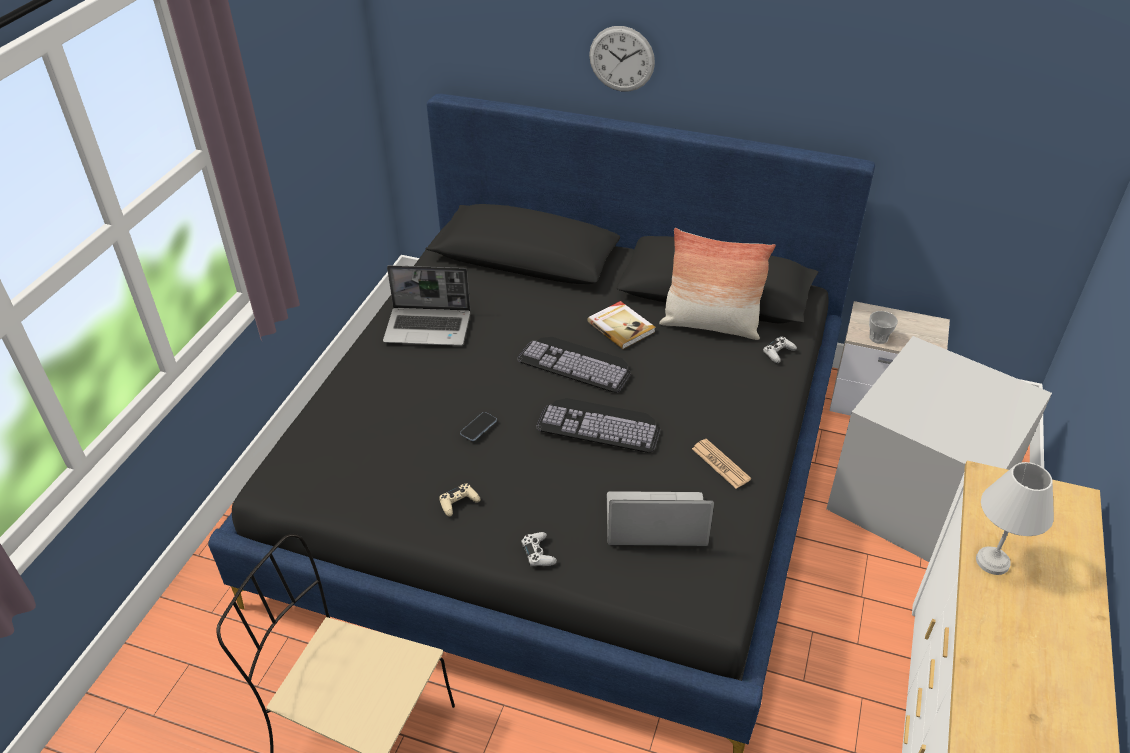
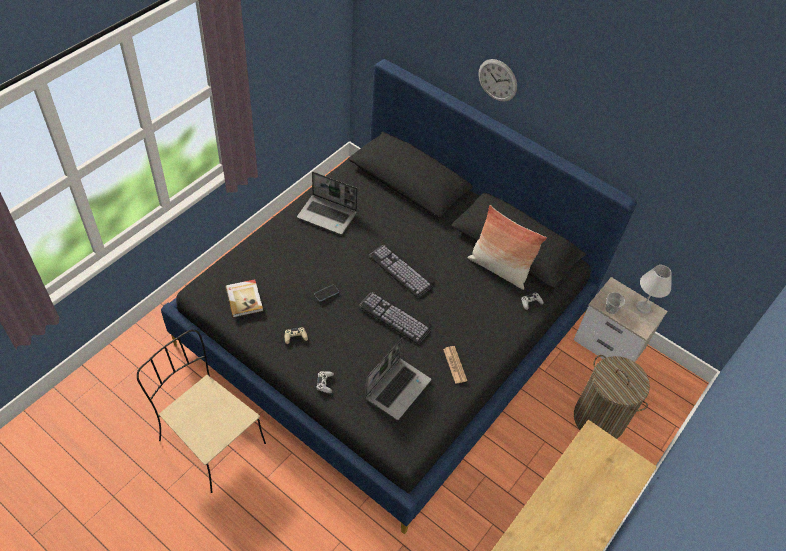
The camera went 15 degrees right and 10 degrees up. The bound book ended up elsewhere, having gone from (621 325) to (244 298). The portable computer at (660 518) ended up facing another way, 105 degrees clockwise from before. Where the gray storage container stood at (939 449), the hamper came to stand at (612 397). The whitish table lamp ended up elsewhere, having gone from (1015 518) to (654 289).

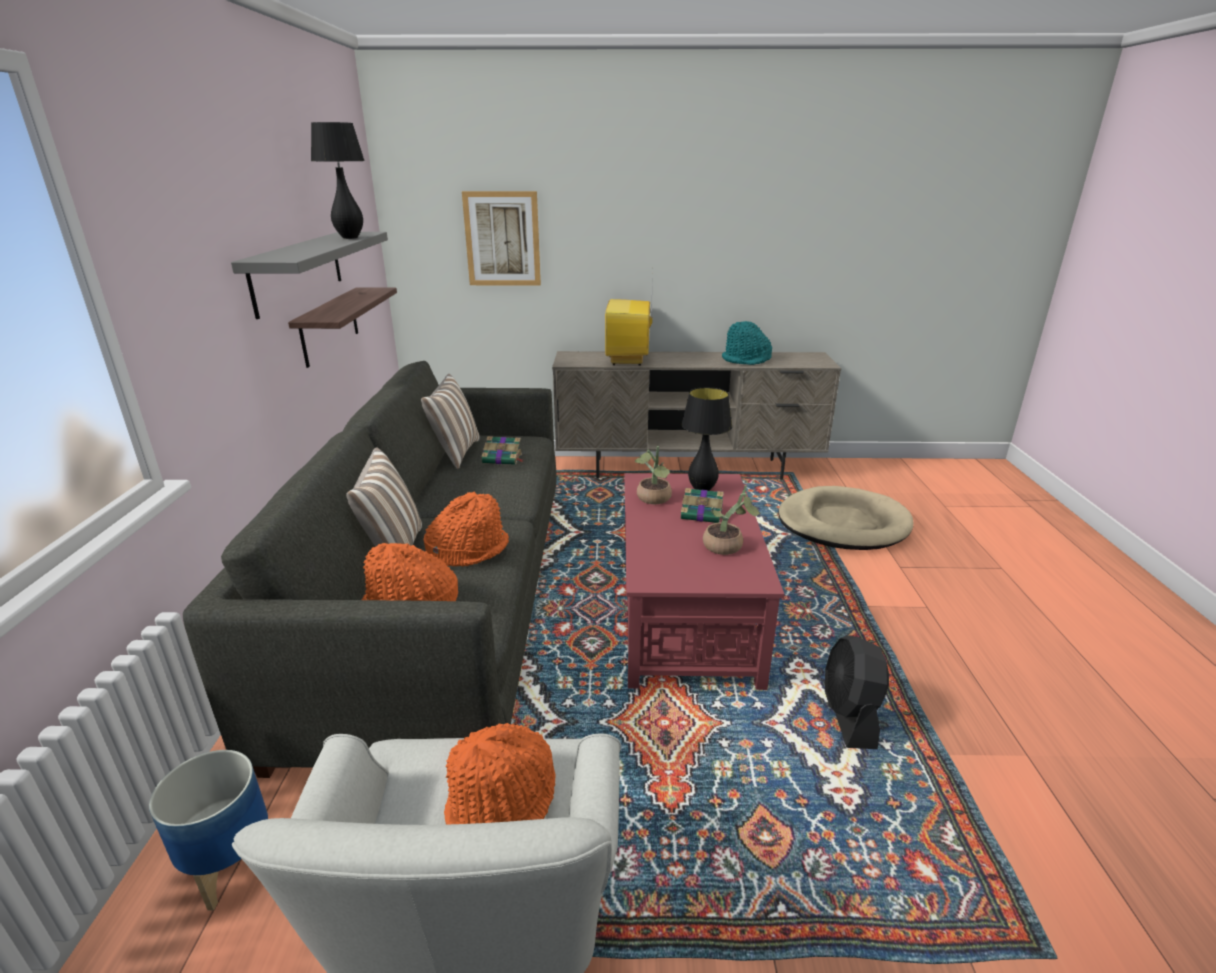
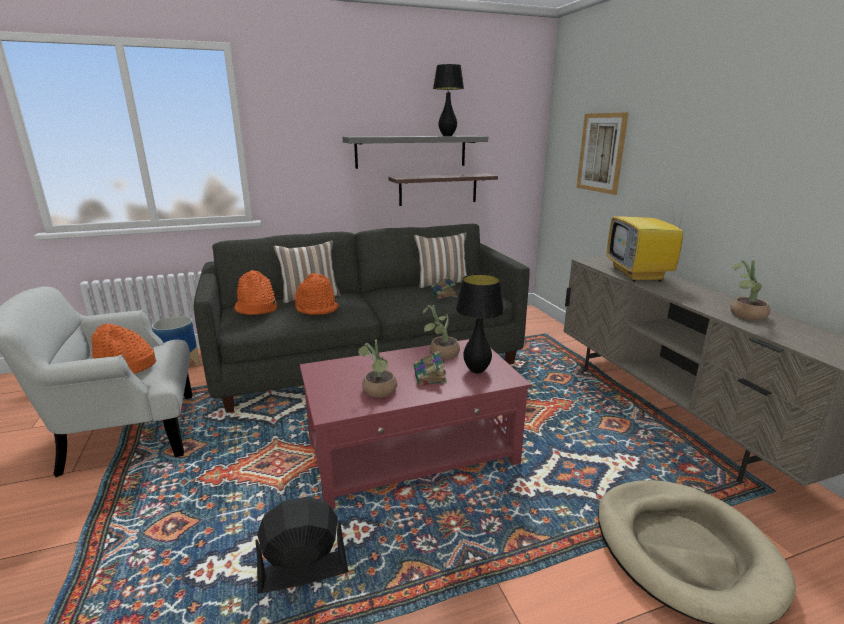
The camera went 70 degrees right and 5 degrees down. The TV set at (629 318) ended up facing another way, 75 degrees counterclockwise from before. Where the turquoise clothing hat stood at (747 343), the potted plant came to stand at (750 290).

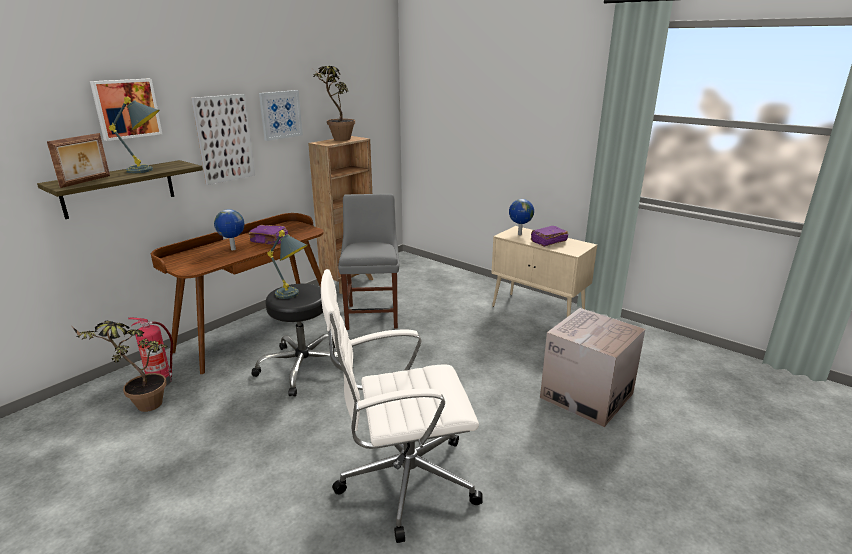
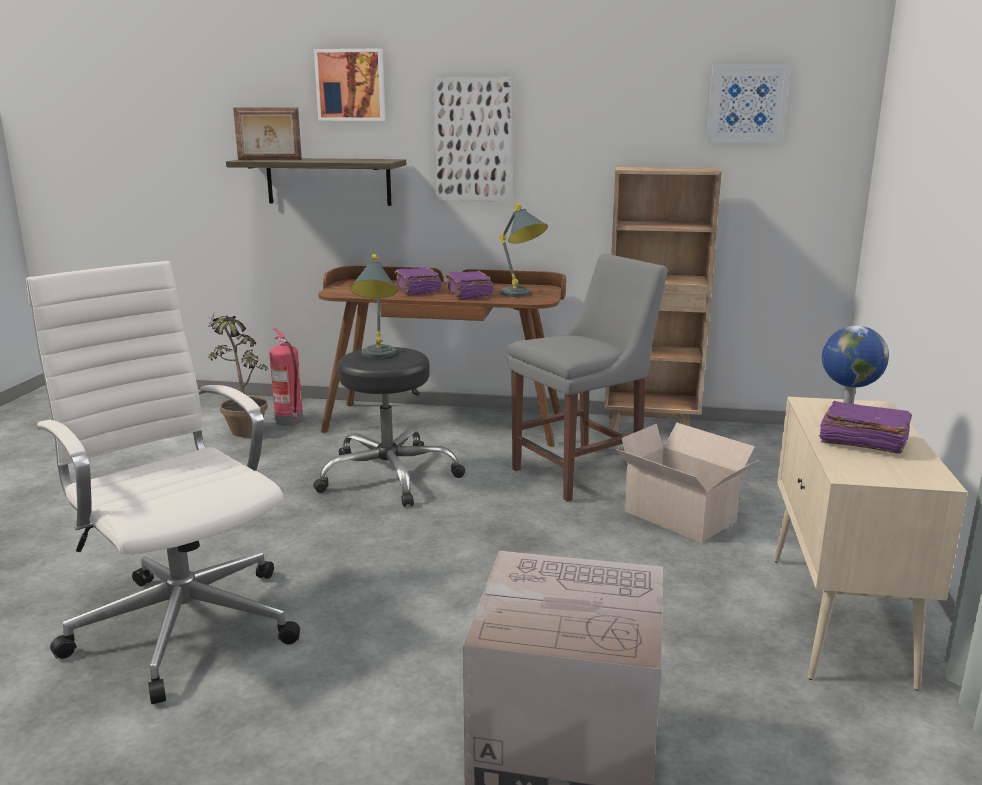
The camera went 60 degrees right and 5 degrees down. The gray table lamp ended up elsewhere, having gone from (134 135) to (523 250). Where the world globe stood at (229 229), the purple bound book came to stand at (418 282). The wall picture ended up elsewhere, having gone from (281 115) to (748 104). The second view lost the potted plant at (334 103). The second view gained the carton at (687 483).

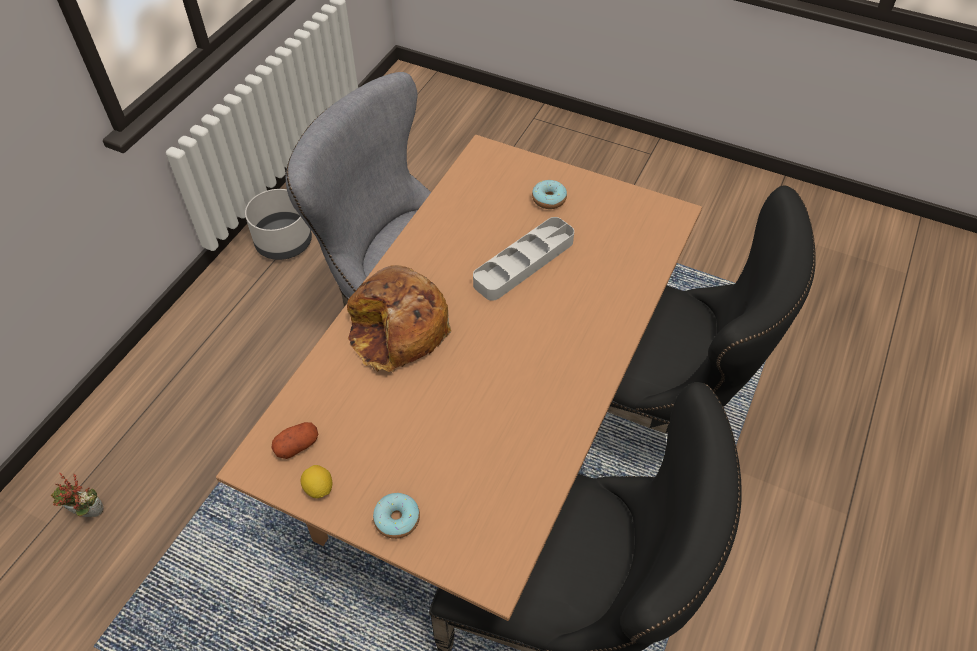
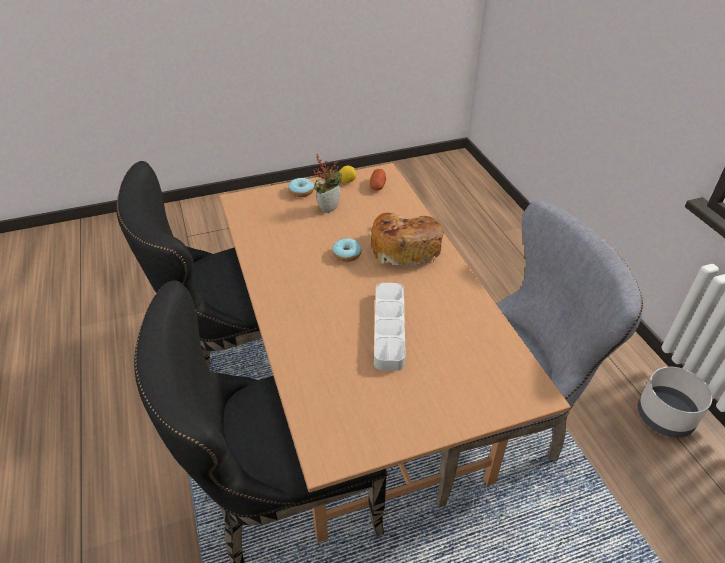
The camera went 135 degrees right and 10 degrees down. The potted plant ended up elsewhere, having gone from (77 495) to (327 183). The donut ended up elsewhere, having gone from (549 194) to (347 250).

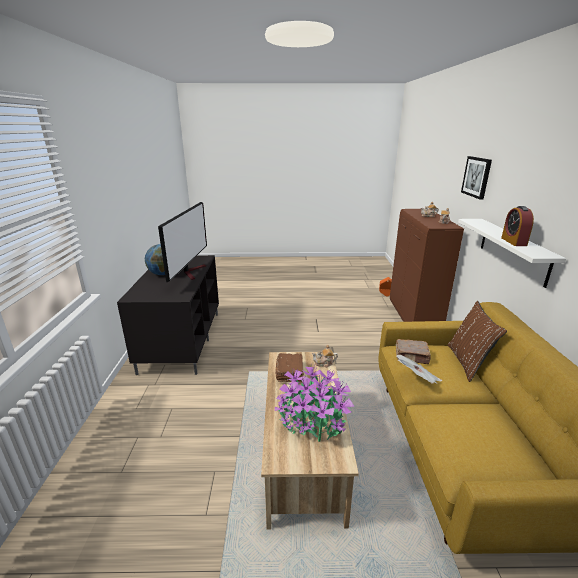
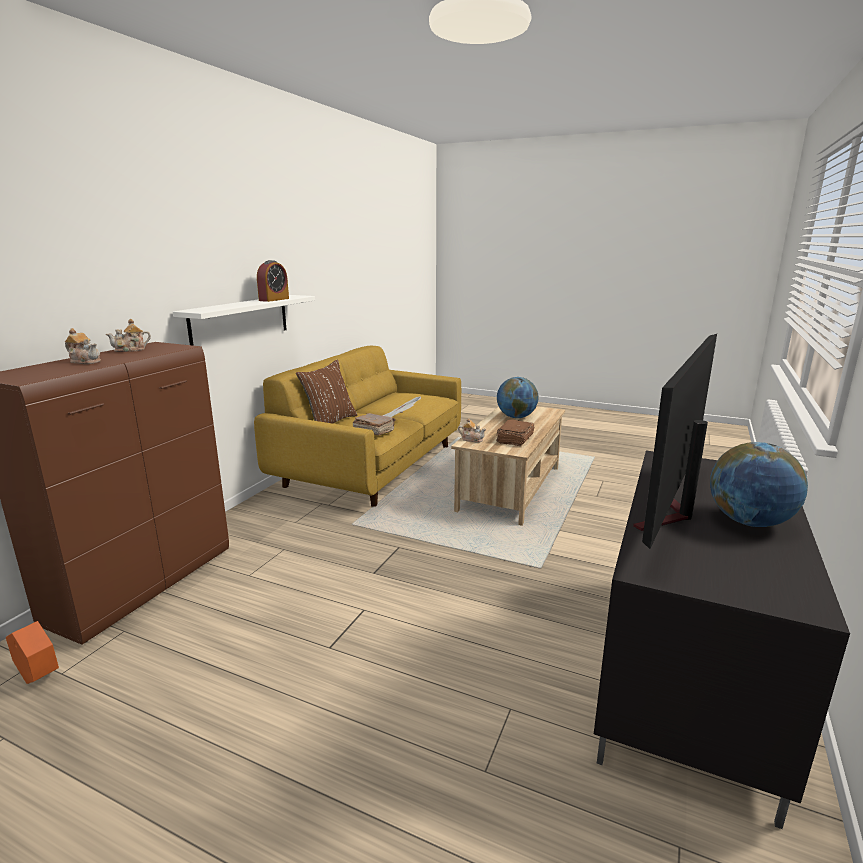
The camera went 155 degrees left and 5 degrees down. Where the potted plant stood at (315 403), the world globe came to stand at (518 397). The second view lost the wall picture at (476 178).

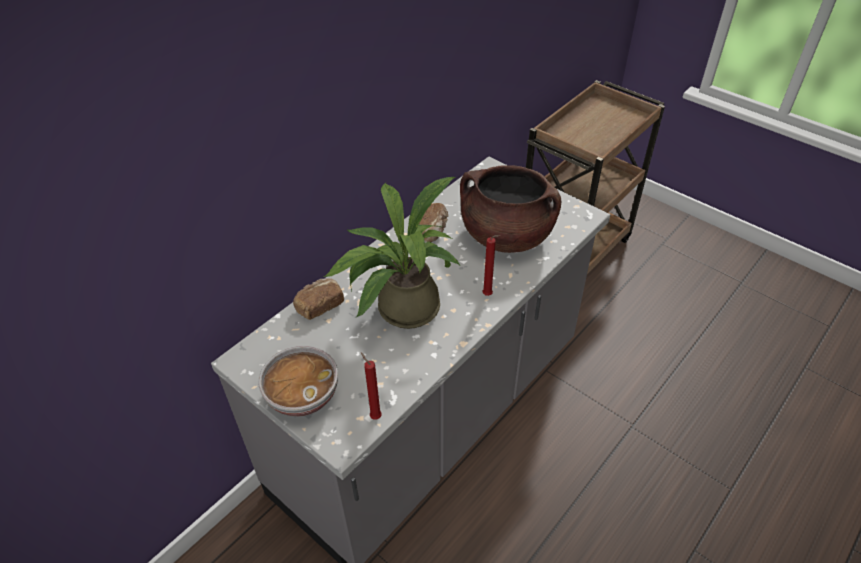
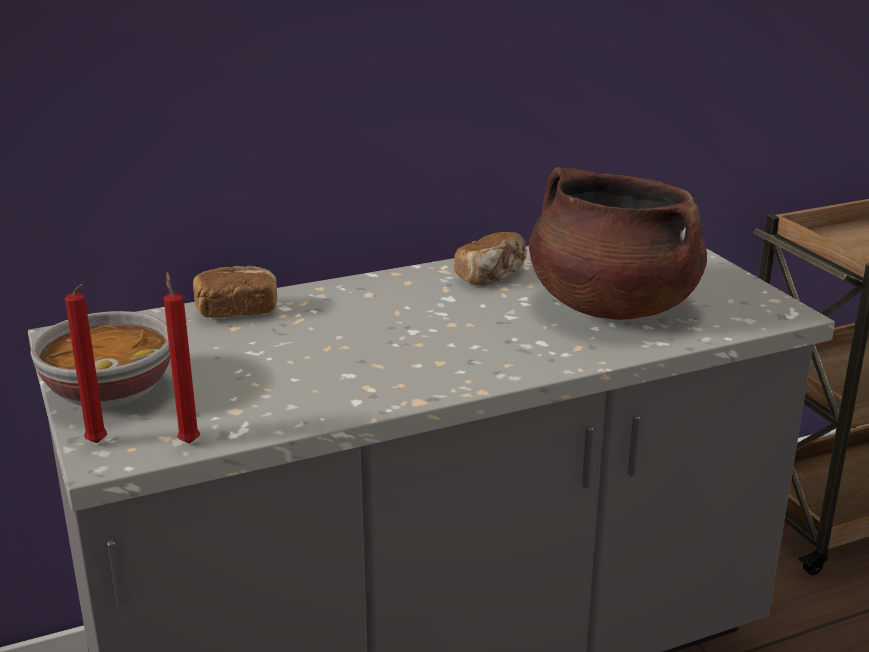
The camera went 25 degrees right and 20 degrees down. The second view lost the potted plant at (392 253). The red-coloured candle ended up elsewhere, having gone from (492 265) to (86 363).

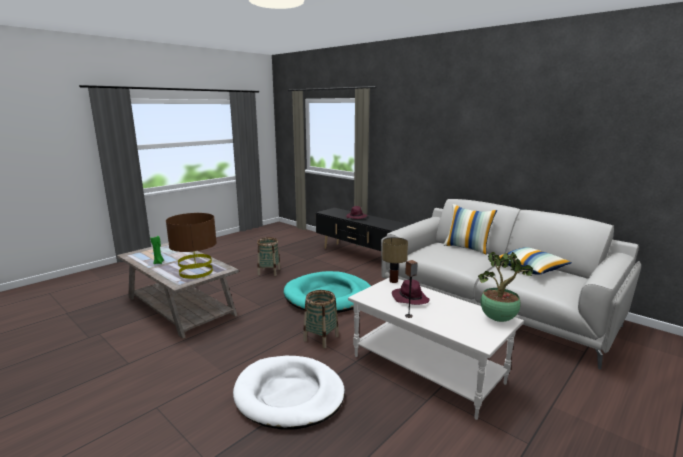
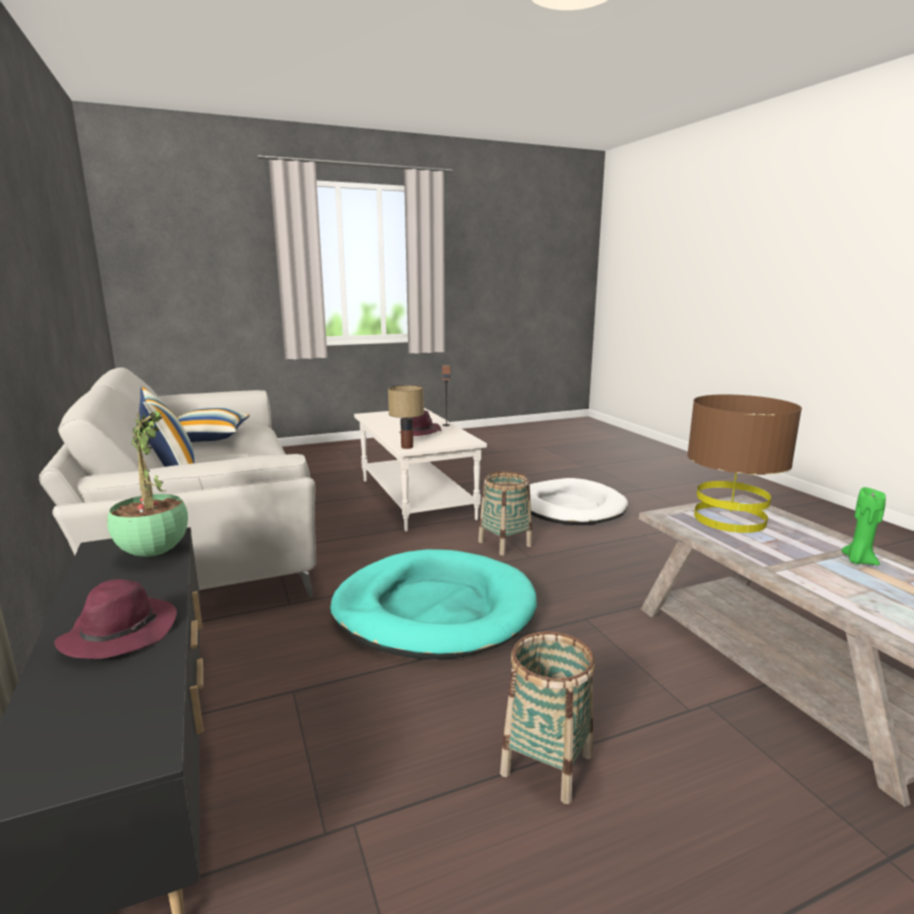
The camera went 155 degrees left and 0 degrees up. The potted plant ended up elsewhere, having gone from (505 287) to (147 484).

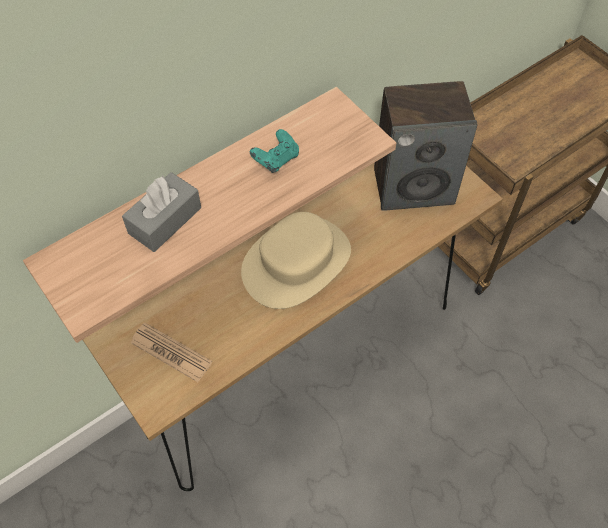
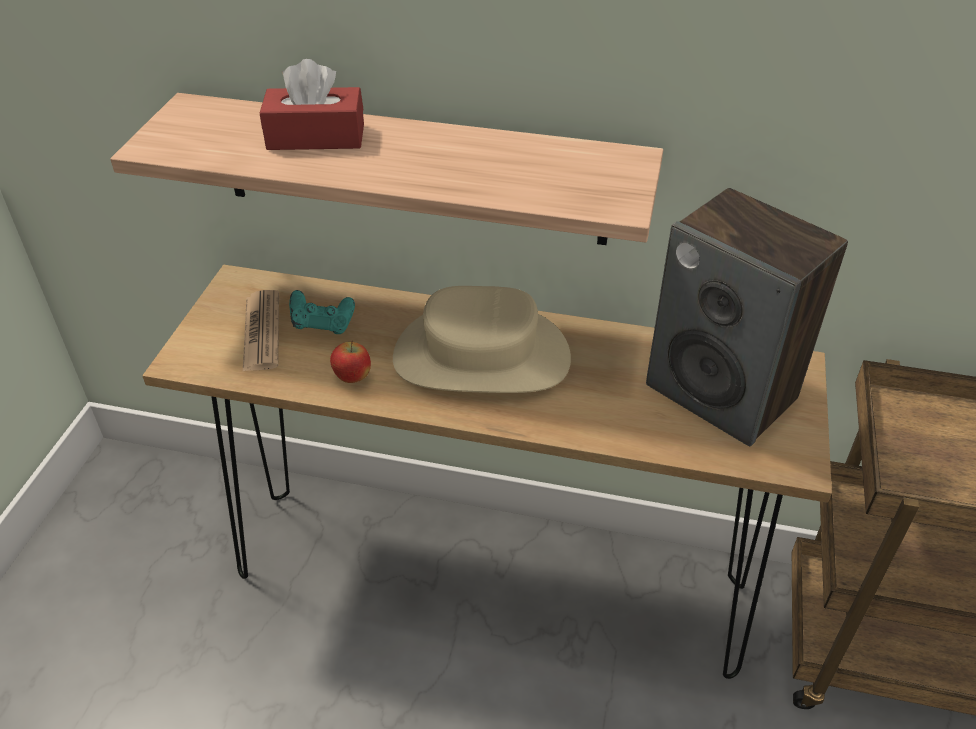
The camera went 50 degrees right and 15 degrees down. What was the gray tissue box at (161 212) turned into the red-coloured tissue box at (312 104). The turquoise joypad ended up elsewhere, having gone from (274 151) to (322 312). The second view gained the apple fruit at (350 362).

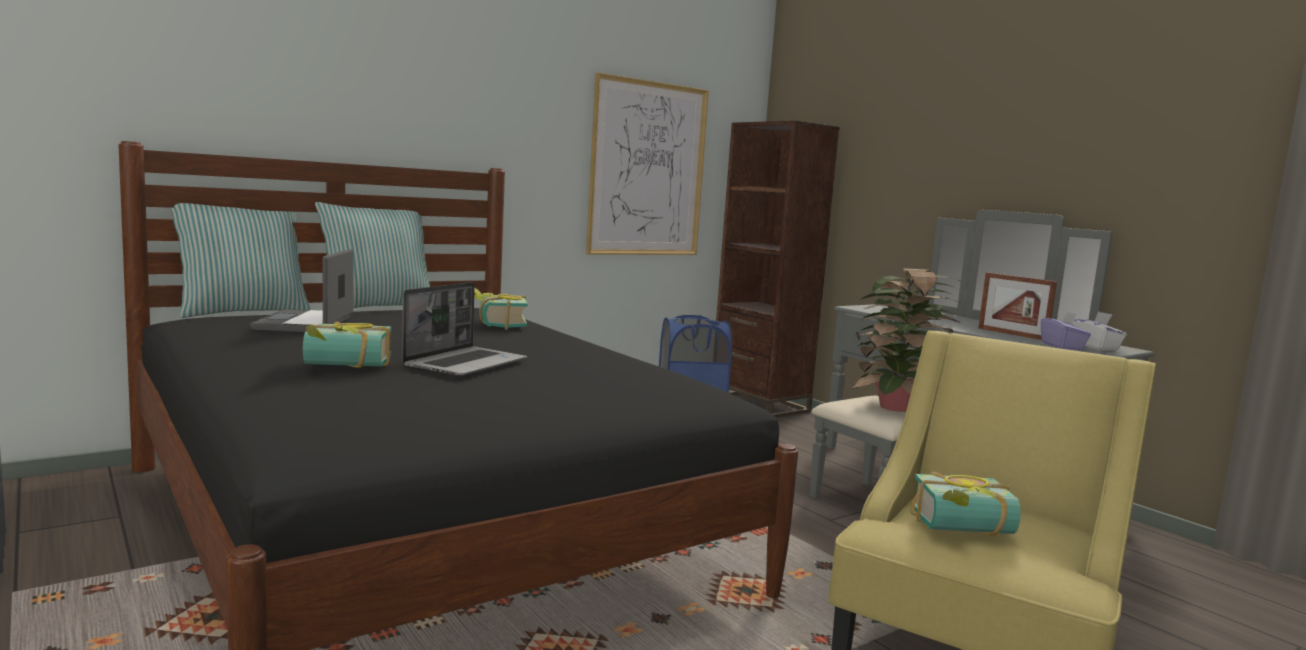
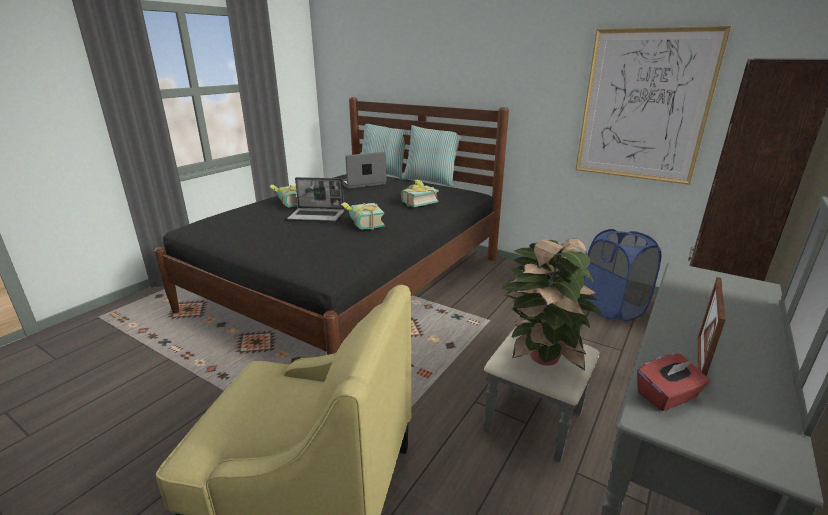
The camera went 70 degrees right and 15 degrees up. The bound book ended up elsewhere, having gone from (965 503) to (363 216). What was the purple tissue box at (1066 331) turned into the red-coloured tissue box at (673 382). The second view lost the whitish tissue box at (1099 330).

